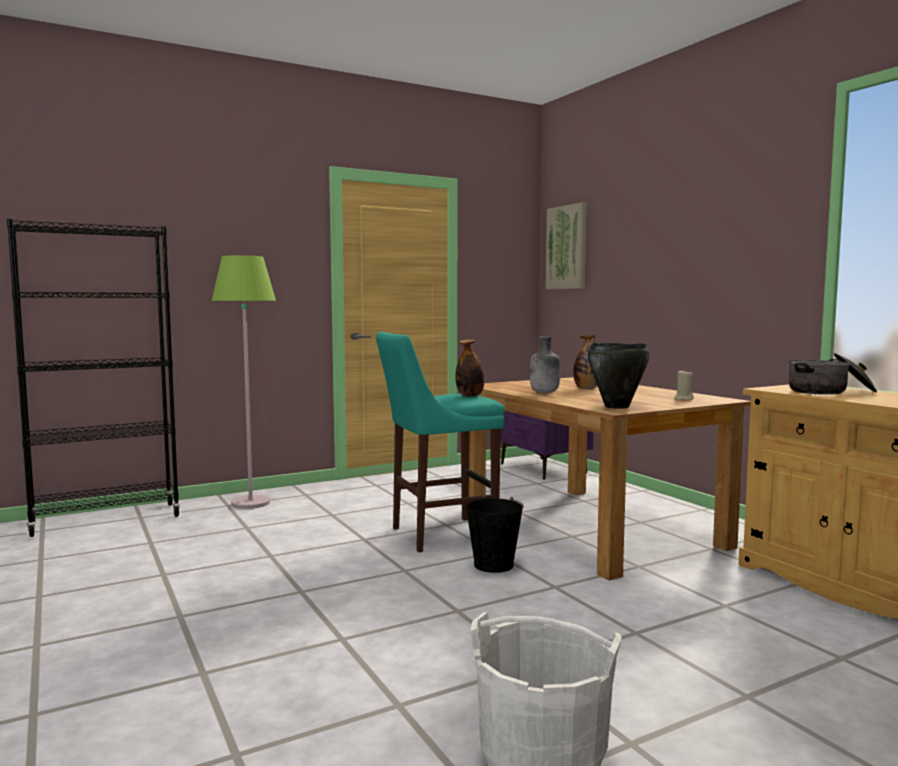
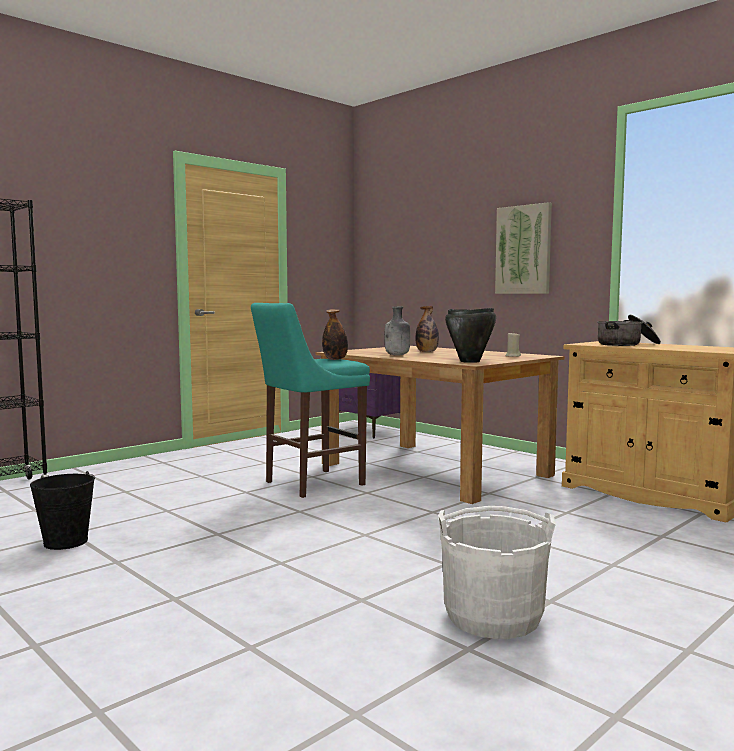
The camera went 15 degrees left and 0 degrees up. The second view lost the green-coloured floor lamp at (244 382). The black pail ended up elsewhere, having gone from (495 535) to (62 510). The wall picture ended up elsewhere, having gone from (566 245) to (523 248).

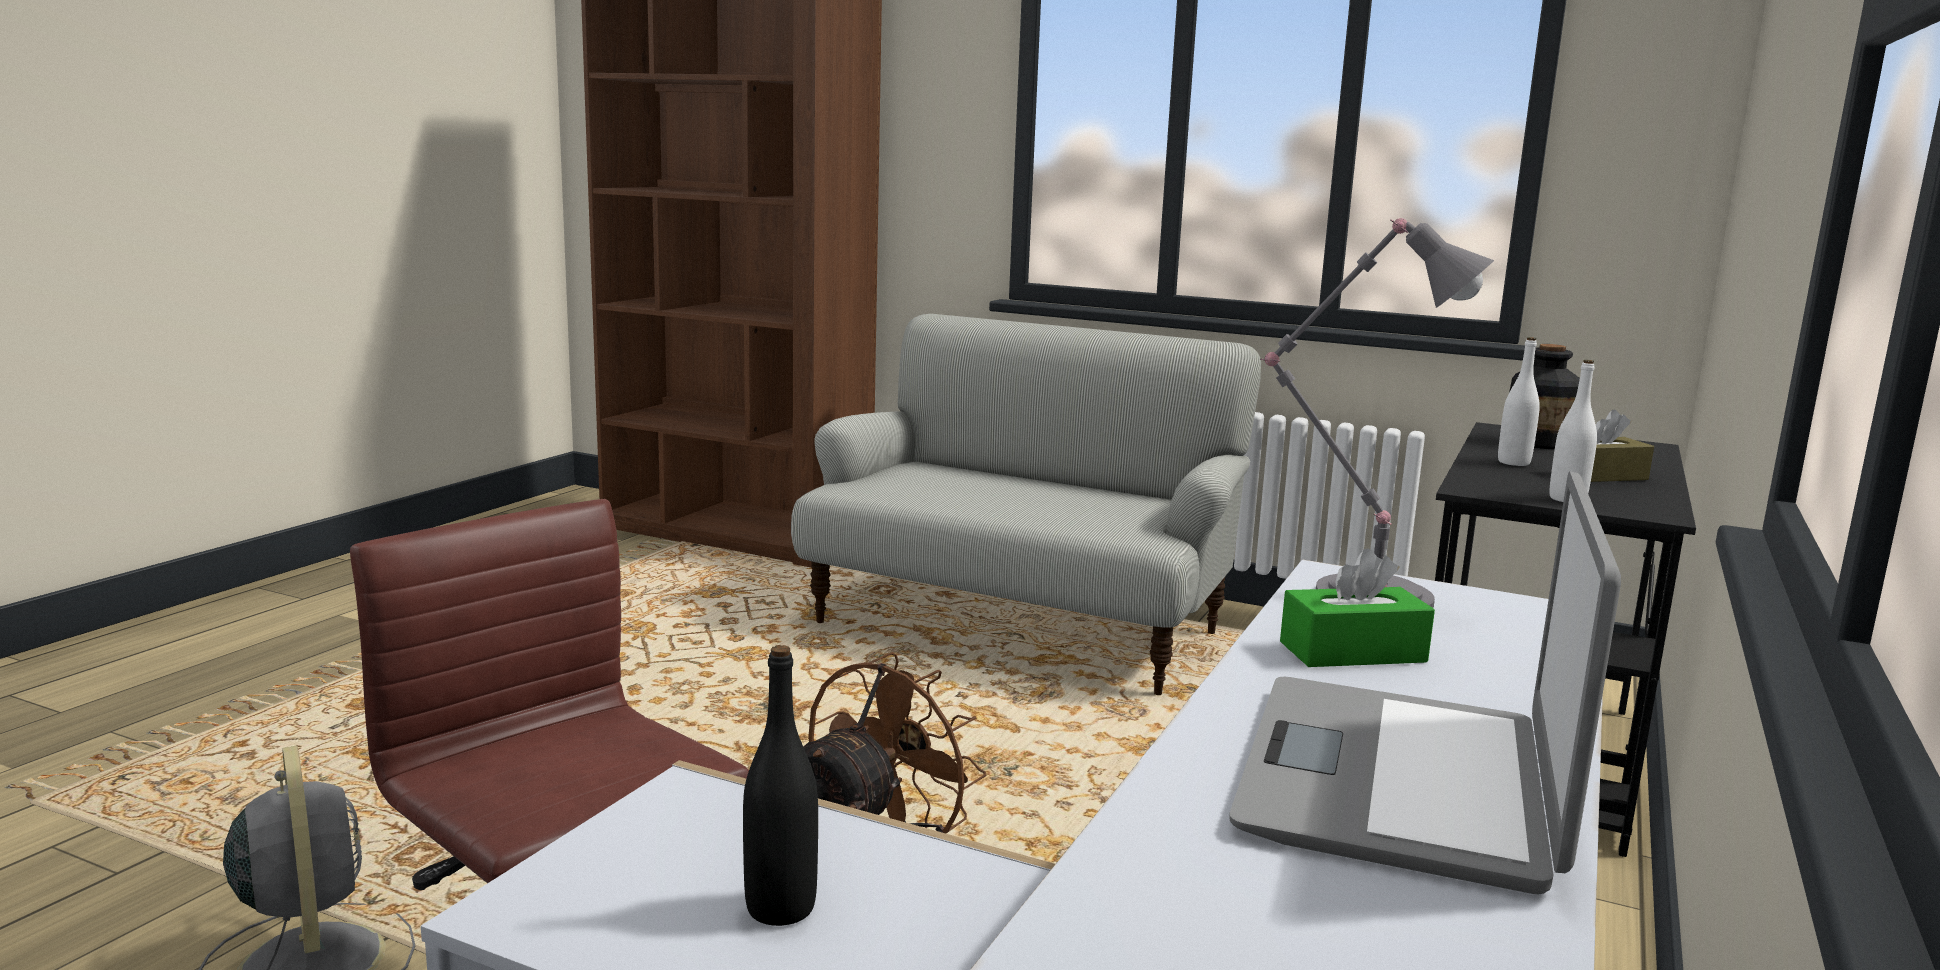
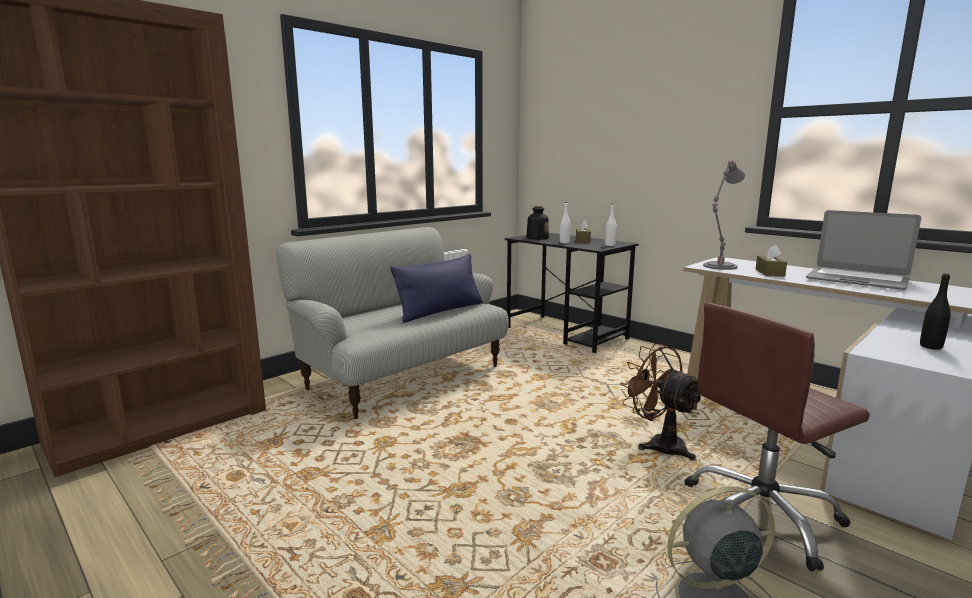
The camera went 70 degrees left and 0 degrees up. What was the green-coloured tissue box at (1357 607) turned into the brown tissue box at (771 261). The second view gained the bluish pillow at (436 288).

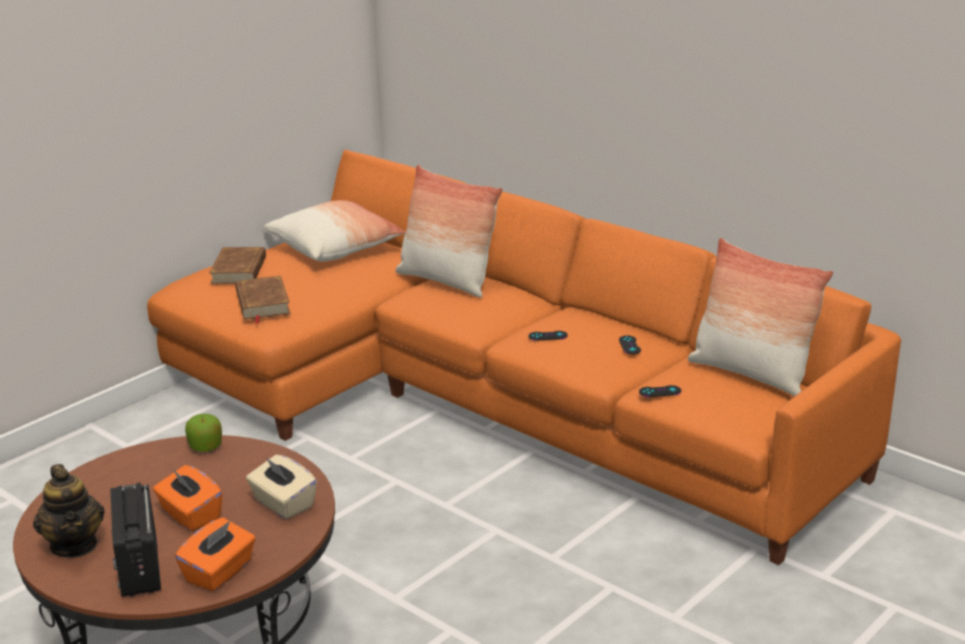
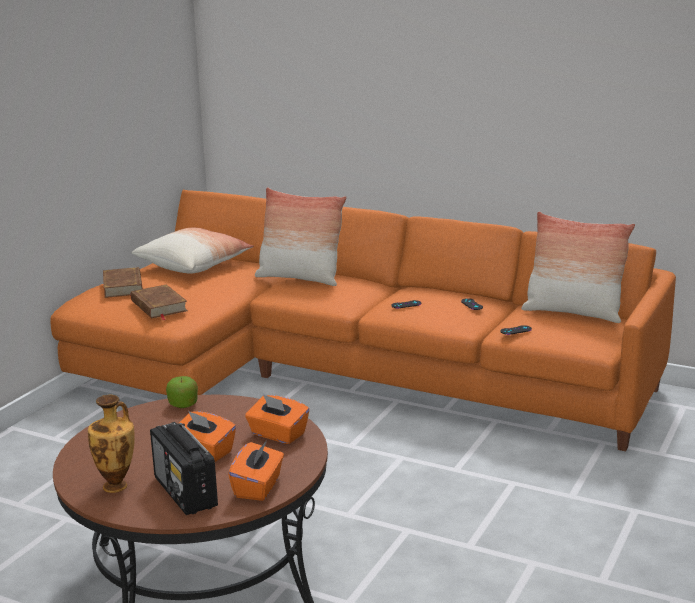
The camera went 15 degrees left and 5 degrees down. Where the tea pot stood at (69 511), the decorative vase came to stand at (111 444). What was the beige-coloured tissue box at (281 487) turned into the orange tissue box at (277 419).

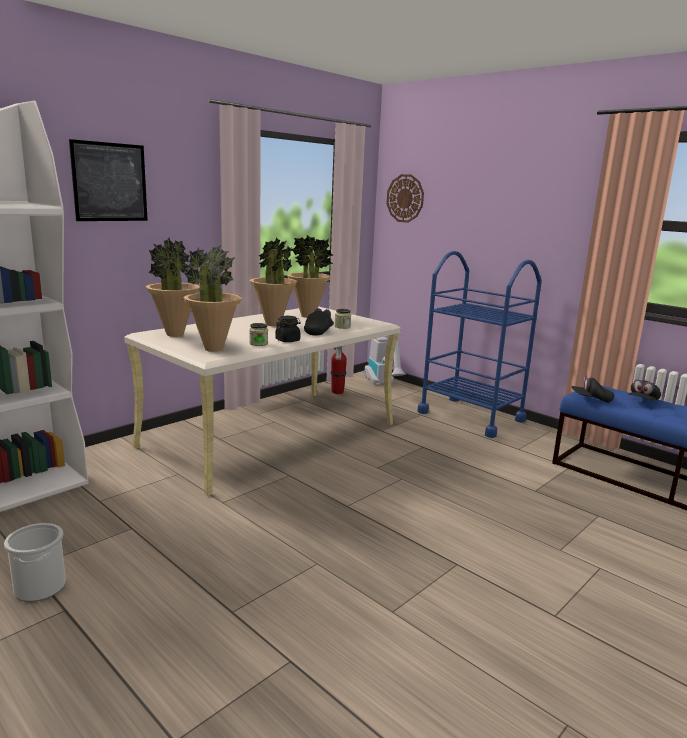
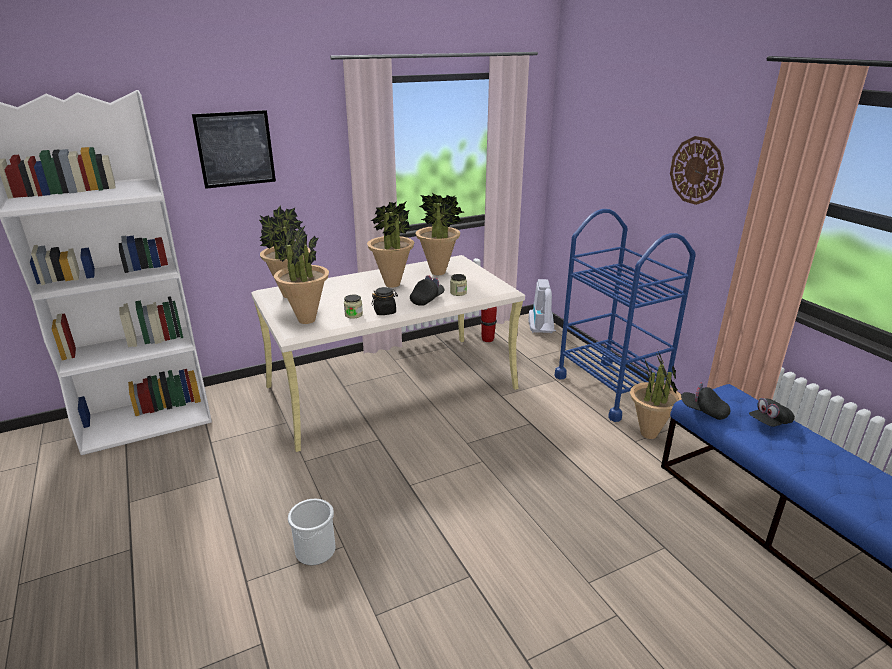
The camera went 20 degrees right and 10 degrees up. The pail ended up elsewhere, having gone from (35 562) to (312 532). The wall clock ended up elsewhere, having gone from (405 198) to (697 170). The second view gained the potted plant at (656 395).

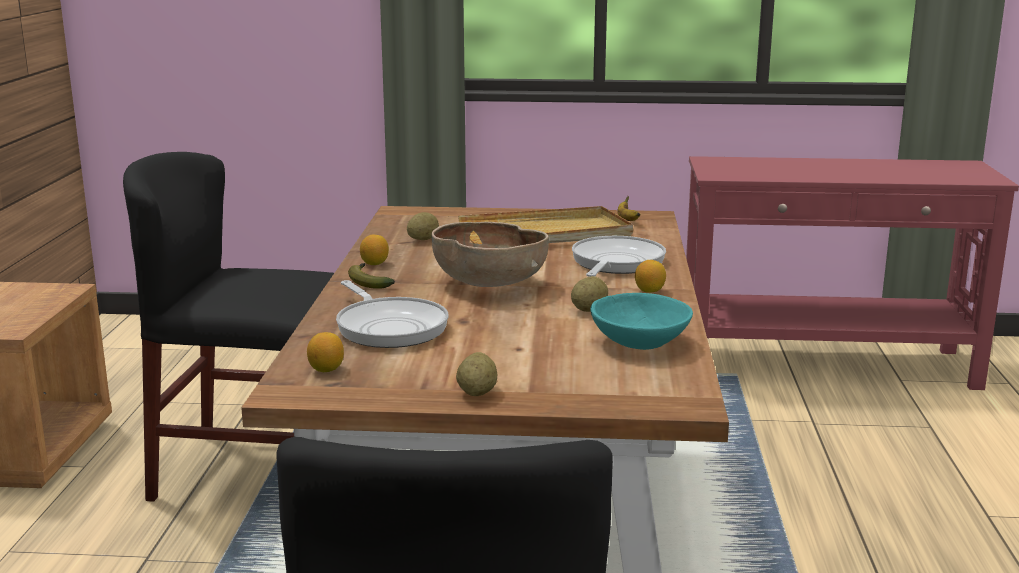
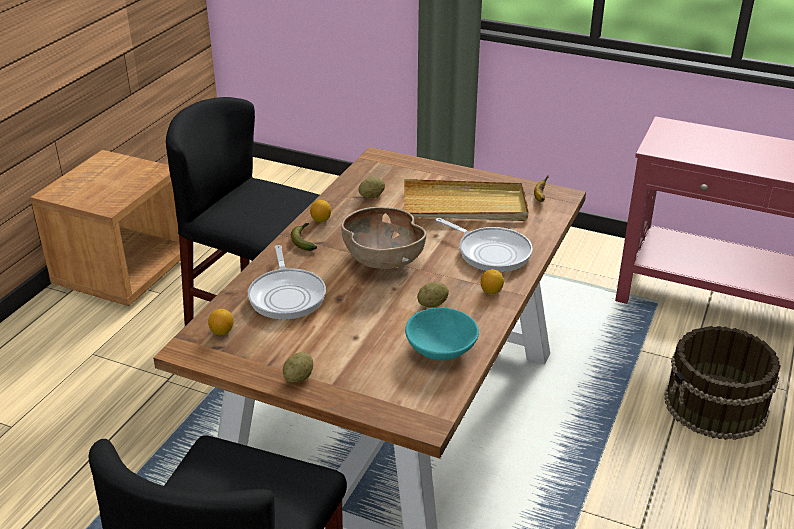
The camera went 20 degrees right and 15 degrees up. The pan at (619 256) ended up facing another way, 90 degrees clockwise from before. The second view gained the brown pail at (722 383).

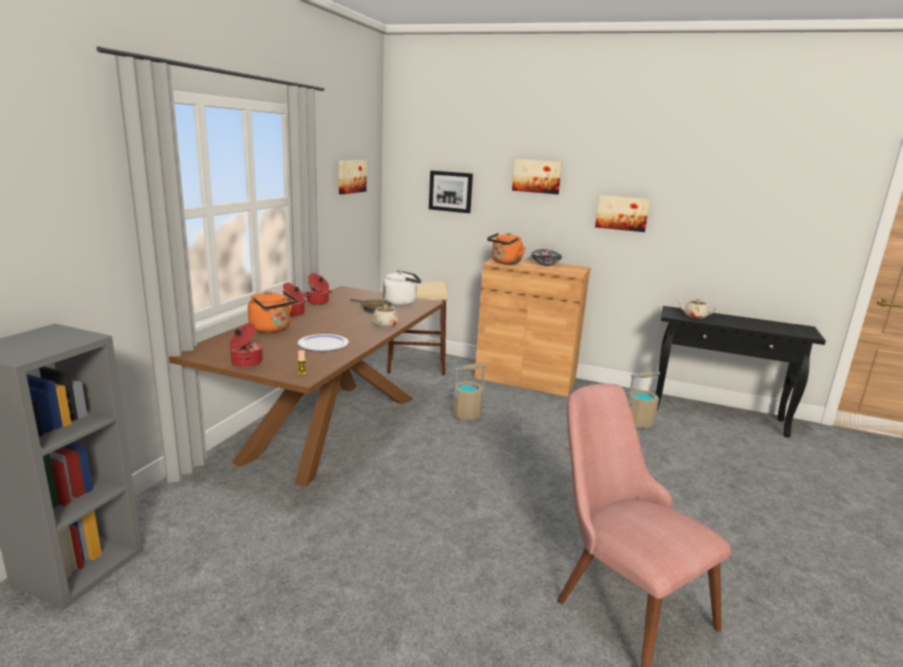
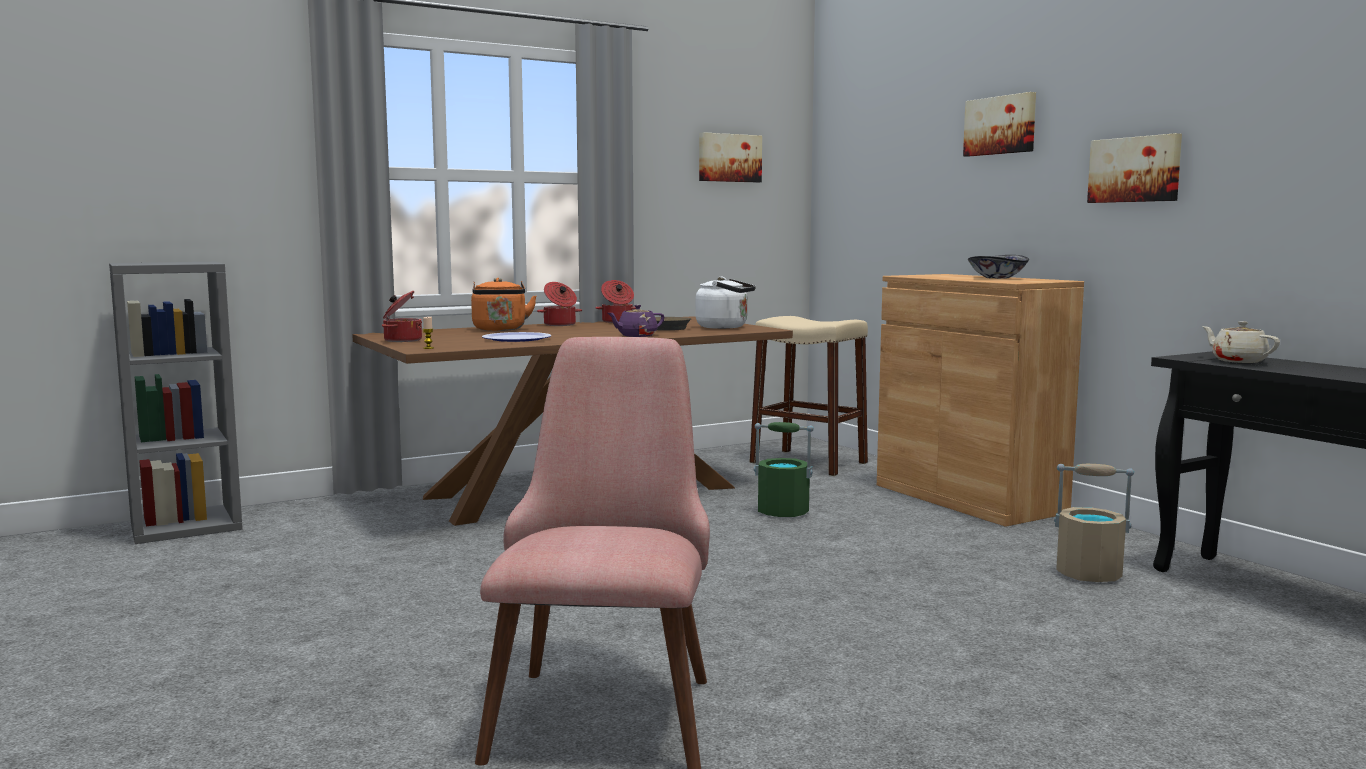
The camera went 40 degrees right and 10 degrees down. What was the beige-coloured tea pot at (385 316) turned into the purple tea pot at (636 321). The second view lost the wall picture at (451 191). What was the beige-coloured pail at (469 391) turned into the green-coloured pail at (783 469). The second view lost the orange kettle at (506 248).

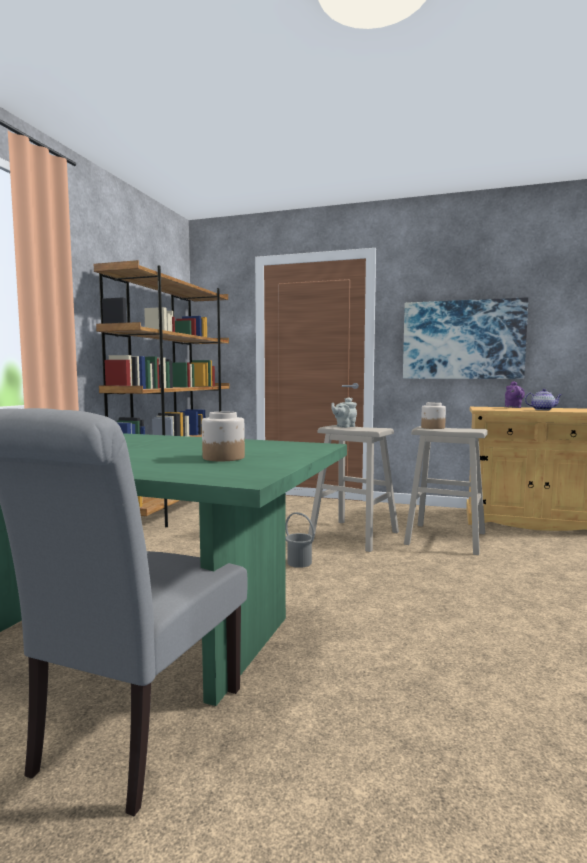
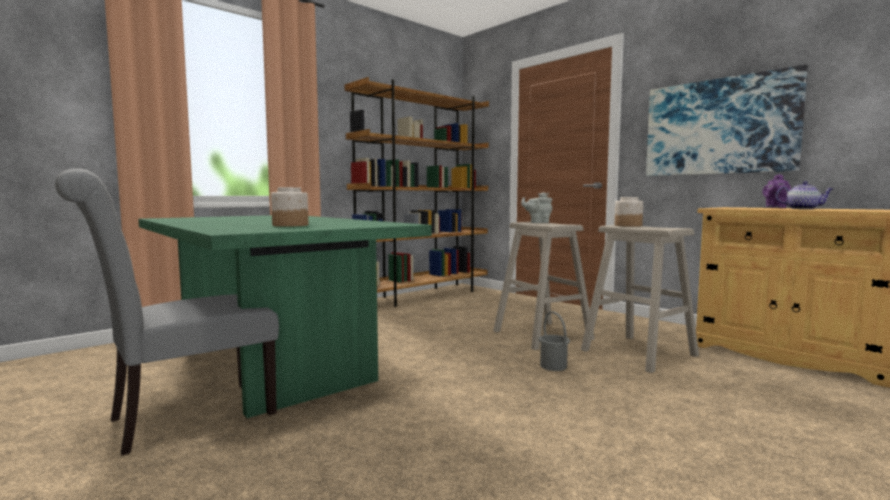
The camera went 30 degrees right and 0 degrees up. The gray pail ended up elsewhere, having gone from (300 540) to (554 341).

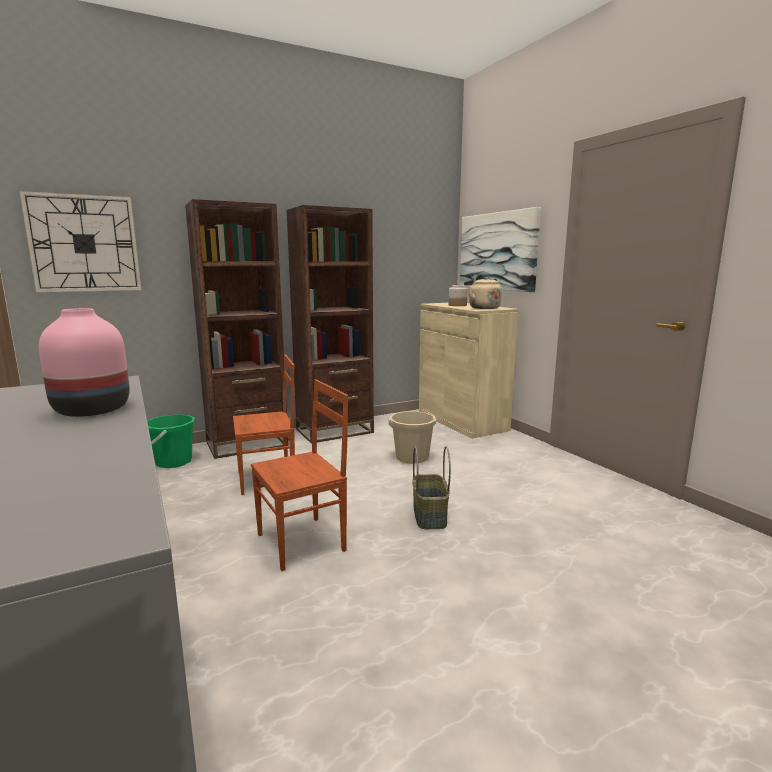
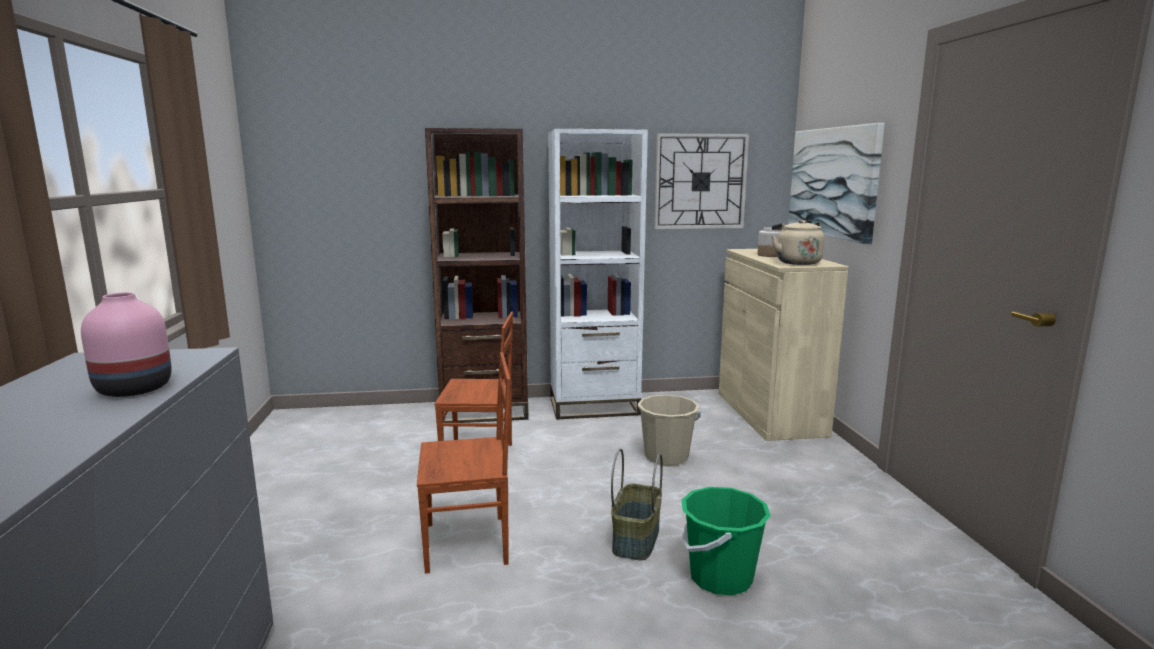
The camera went 20 degrees right and 0 degrees up. The wall clock ended up elsewhere, having gone from (80 241) to (701 181). The green-coloured pail ended up elsewhere, having gone from (171 441) to (726 541). What was the brown bookshelf at (330 324) turned into the whitish bookshelf at (598 274).

